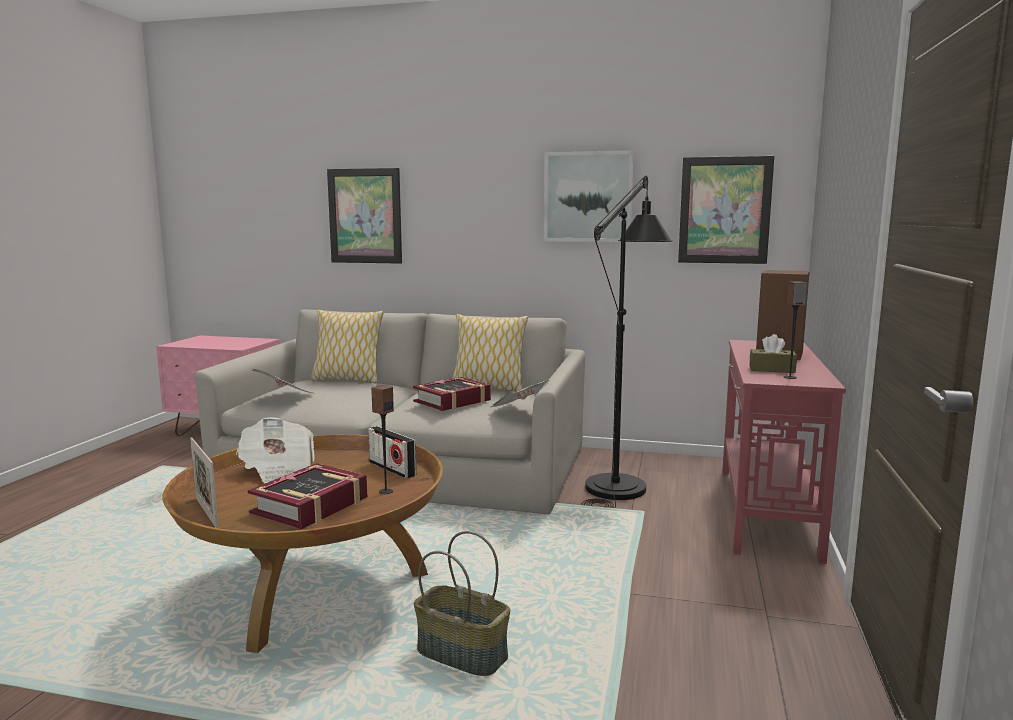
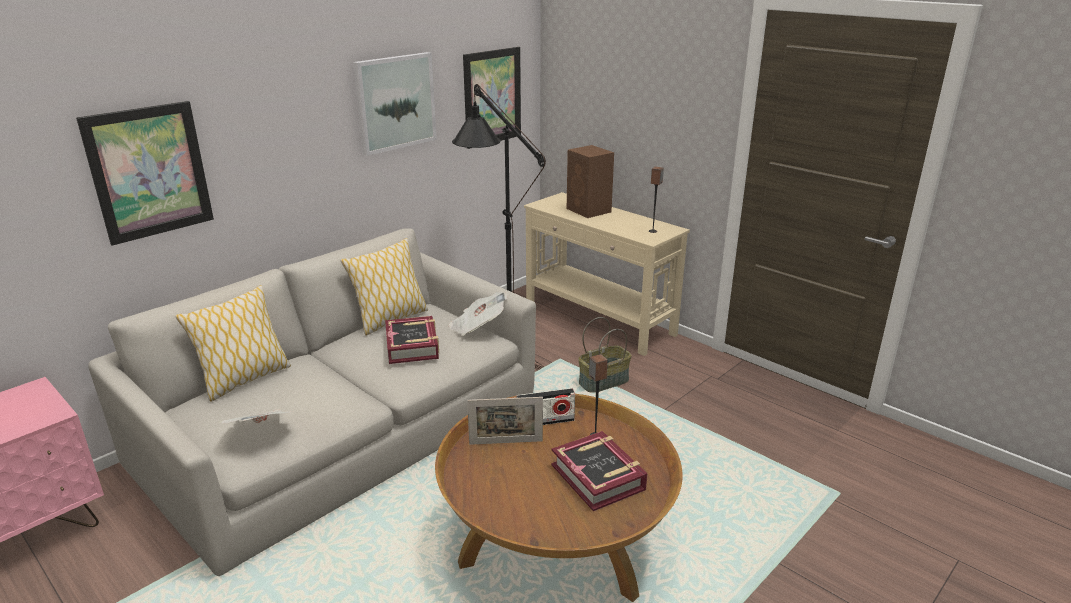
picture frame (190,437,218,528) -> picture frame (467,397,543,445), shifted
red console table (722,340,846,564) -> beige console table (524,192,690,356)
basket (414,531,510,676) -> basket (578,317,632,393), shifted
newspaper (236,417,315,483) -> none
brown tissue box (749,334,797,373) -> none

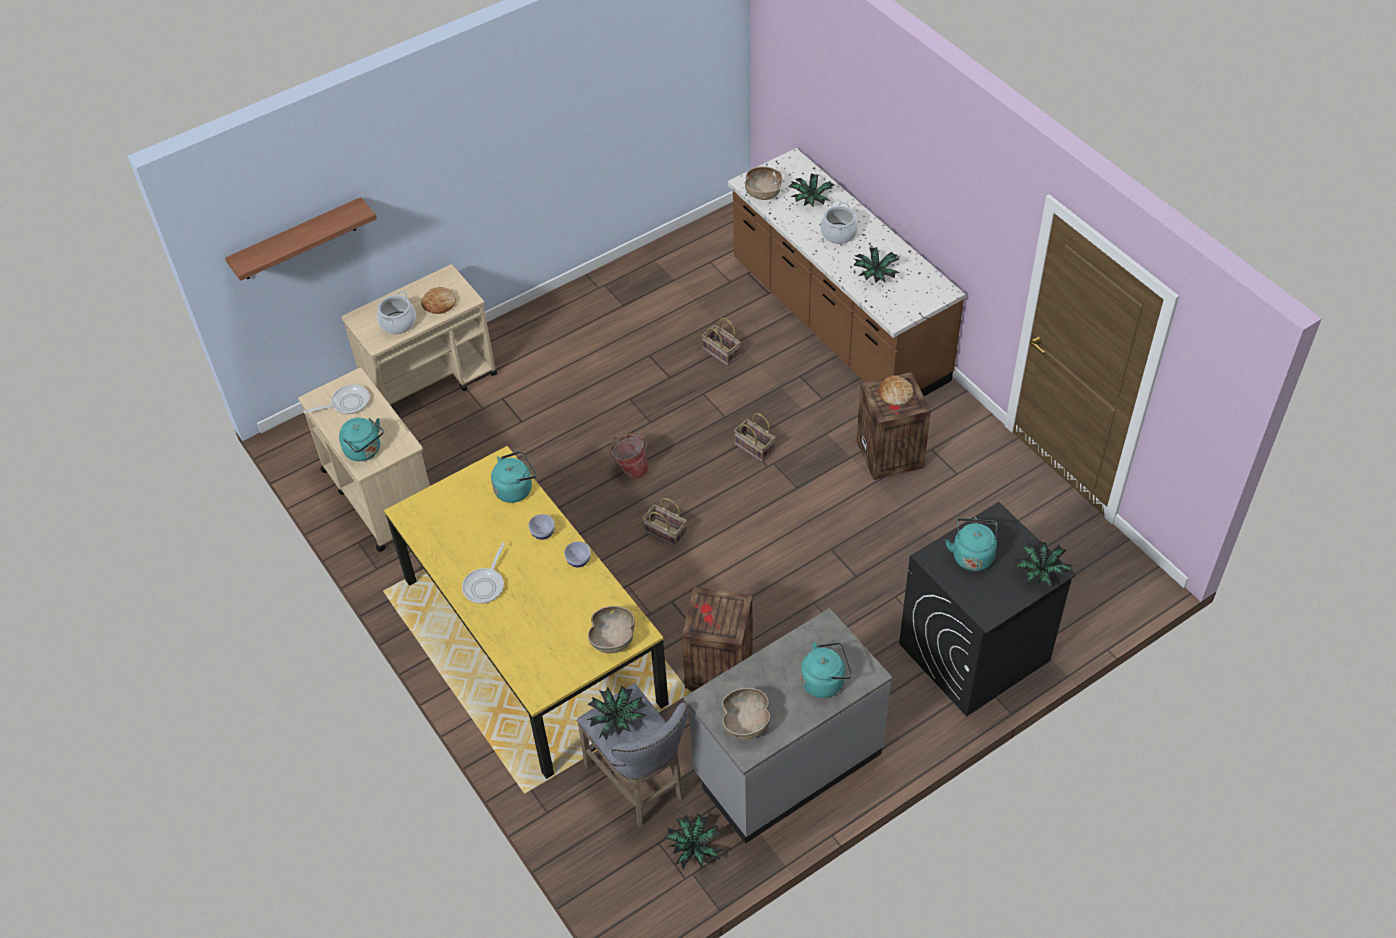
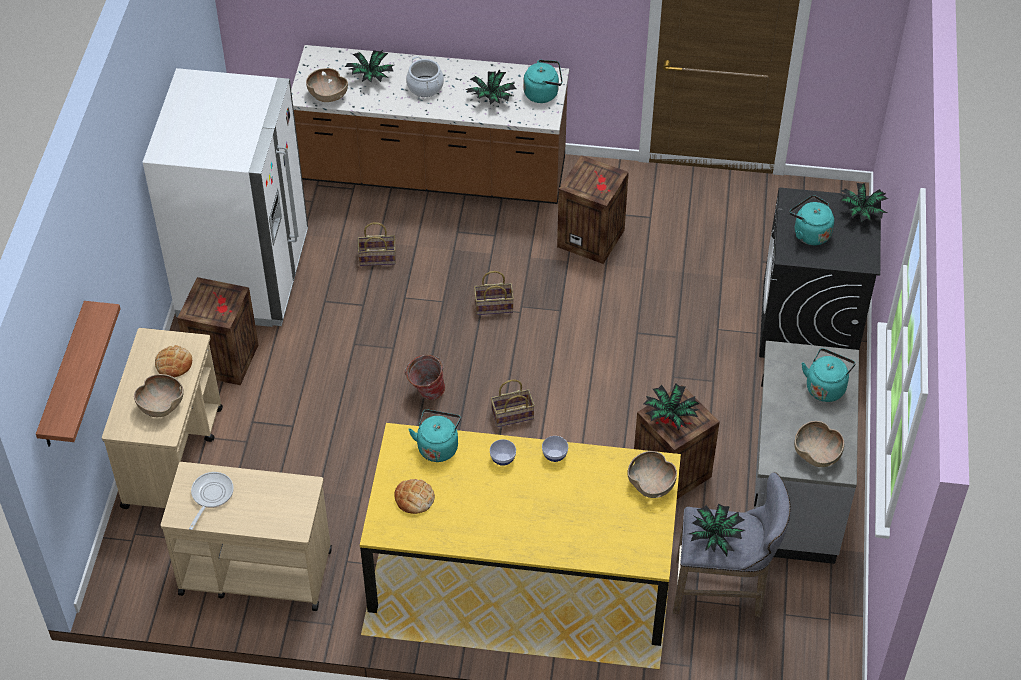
cooking pot (377,291,416,334) -> brown bowl (134,374,184,417)
none -> white fridge (143,68,308,327)
none -> crate (177,277,259,385)
bread (878,375,913,406) -> bread (394,479,435,514), shifted
turquoise kettle (339,418,384,461) -> turquoise kettle (523,60,563,103), shifted
potted plant (664,813,723,869) -> potted plant (644,383,699,431), shifted
frying pan (462,543,505,604) -> none

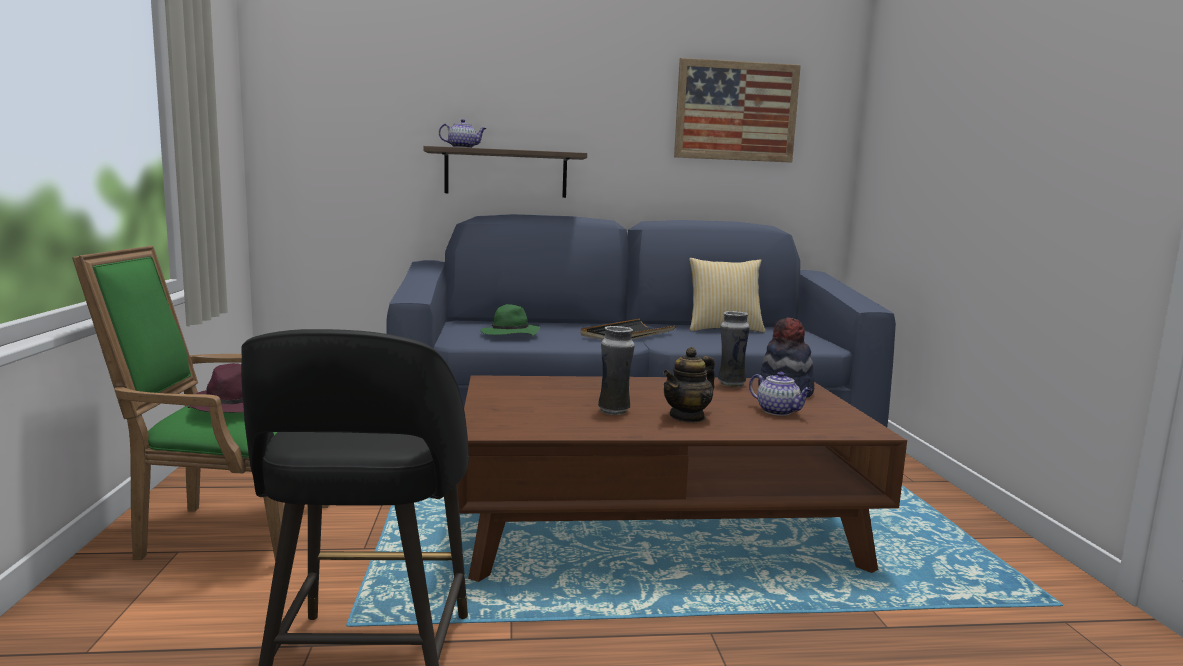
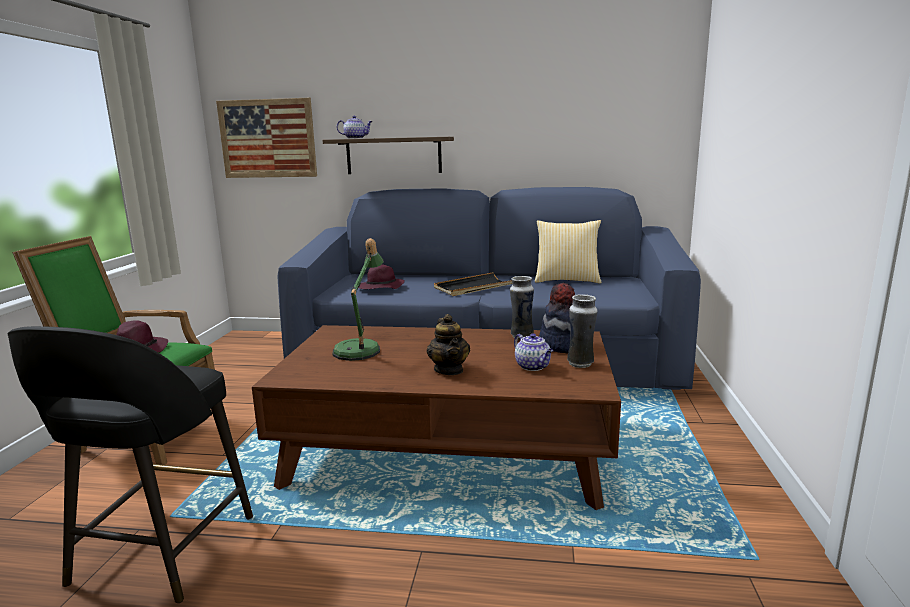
picture (674,58,801,163) -> picture (216,98,317,178), shifted
none -> table lamp (332,238,384,361)
green hat (481,304,540,335) -> purple hat (359,264,405,289)
teapot (663,347,715,423) -> teapot (427,314,470,375), 75 degrees counterclockwise
vase (598,326,635,415) -> vase (567,294,598,368), shifted

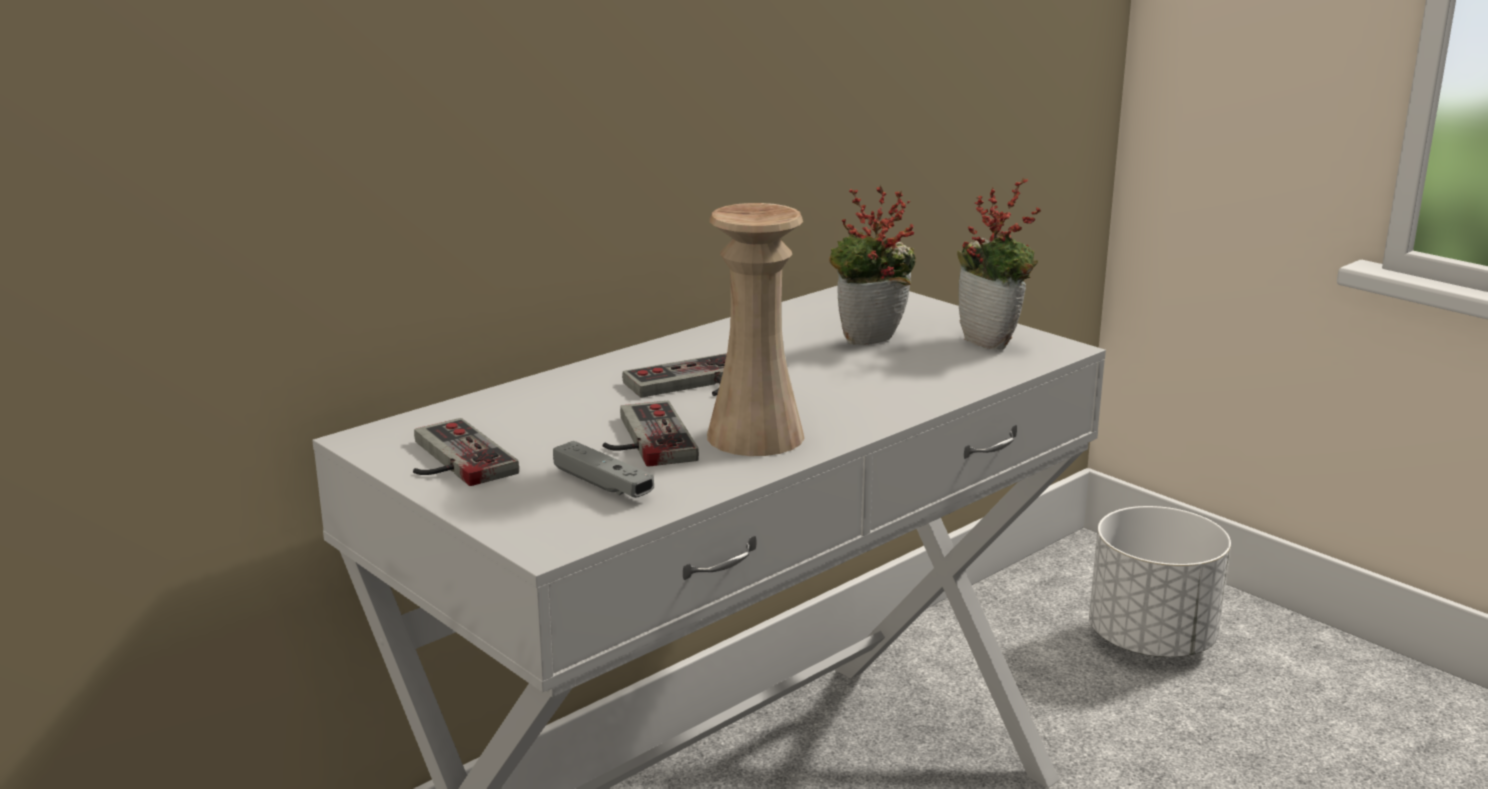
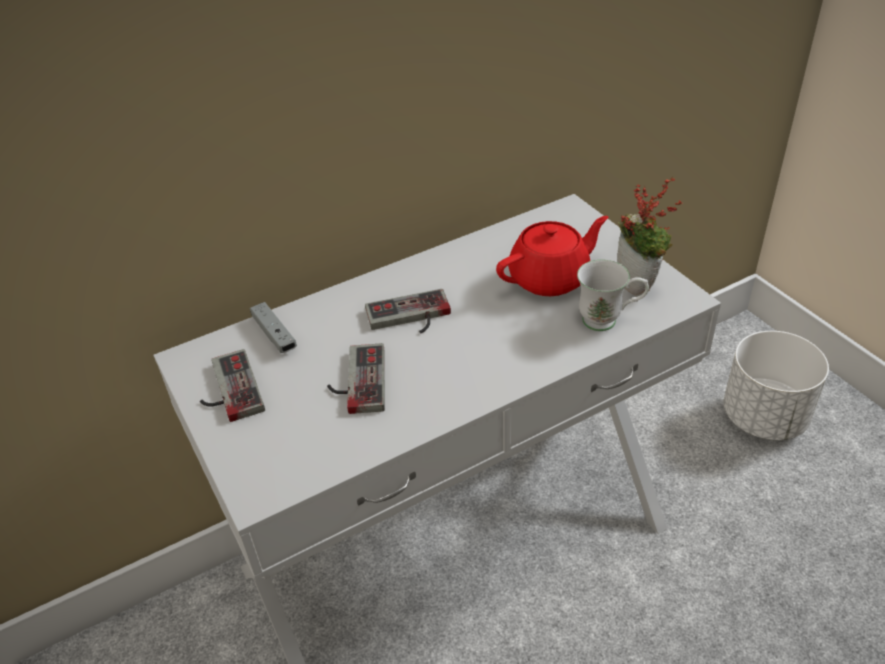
grey game controller (553,441,654,498) -> grey game controller (250,302,297,353), shifted
potted plant (829,185,916,345) -> red teapot (496,216,609,296)
none -> white mug (577,259,649,331)
beige vase (707,203,804,456) -> none

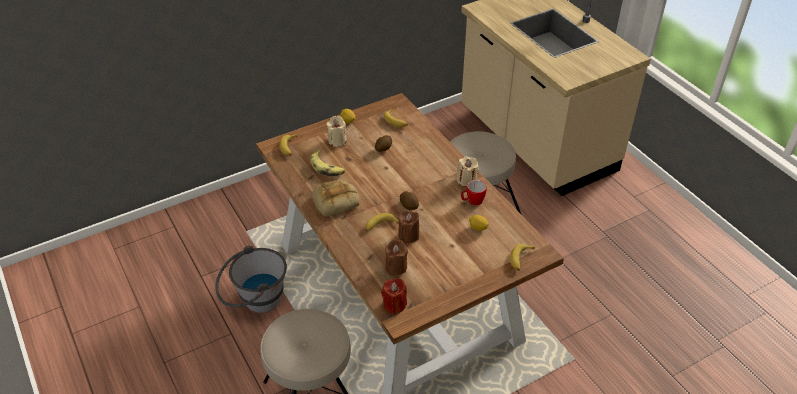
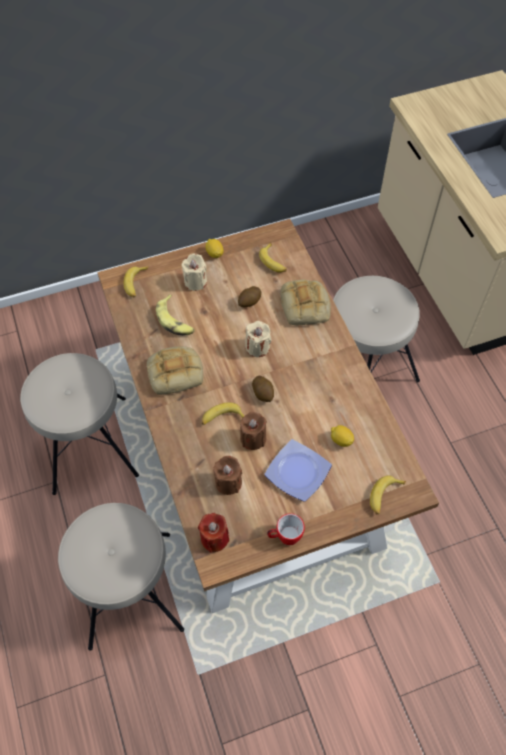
grey bucket (215,246,287,313) -> beige stool (20,353,139,495)
beige candle (456,156,479,187) -> beige candle (245,321,272,357), shifted
none -> plate (264,439,332,502)
mug (461,180,487,205) -> mug (267,513,305,545), shifted
none -> bread (281,279,331,325)

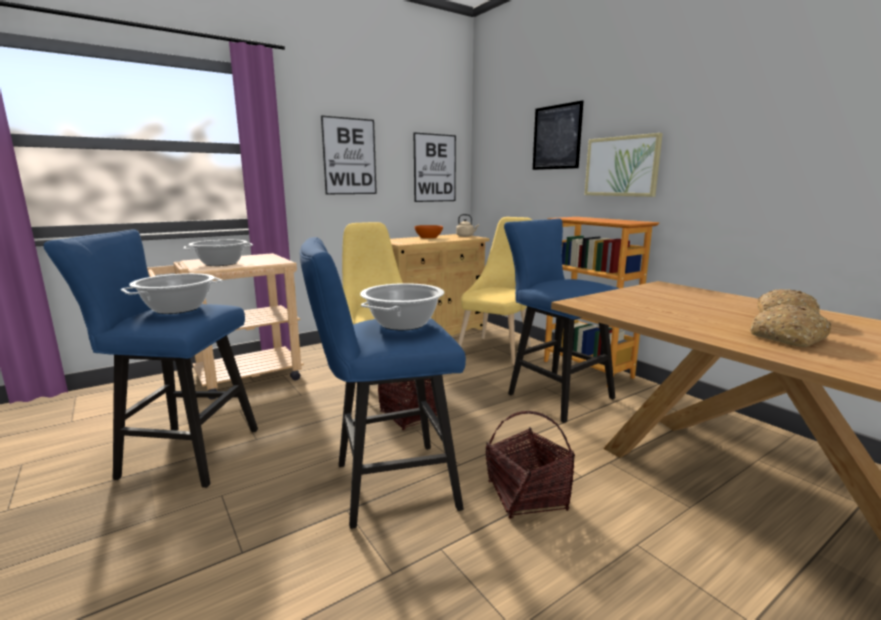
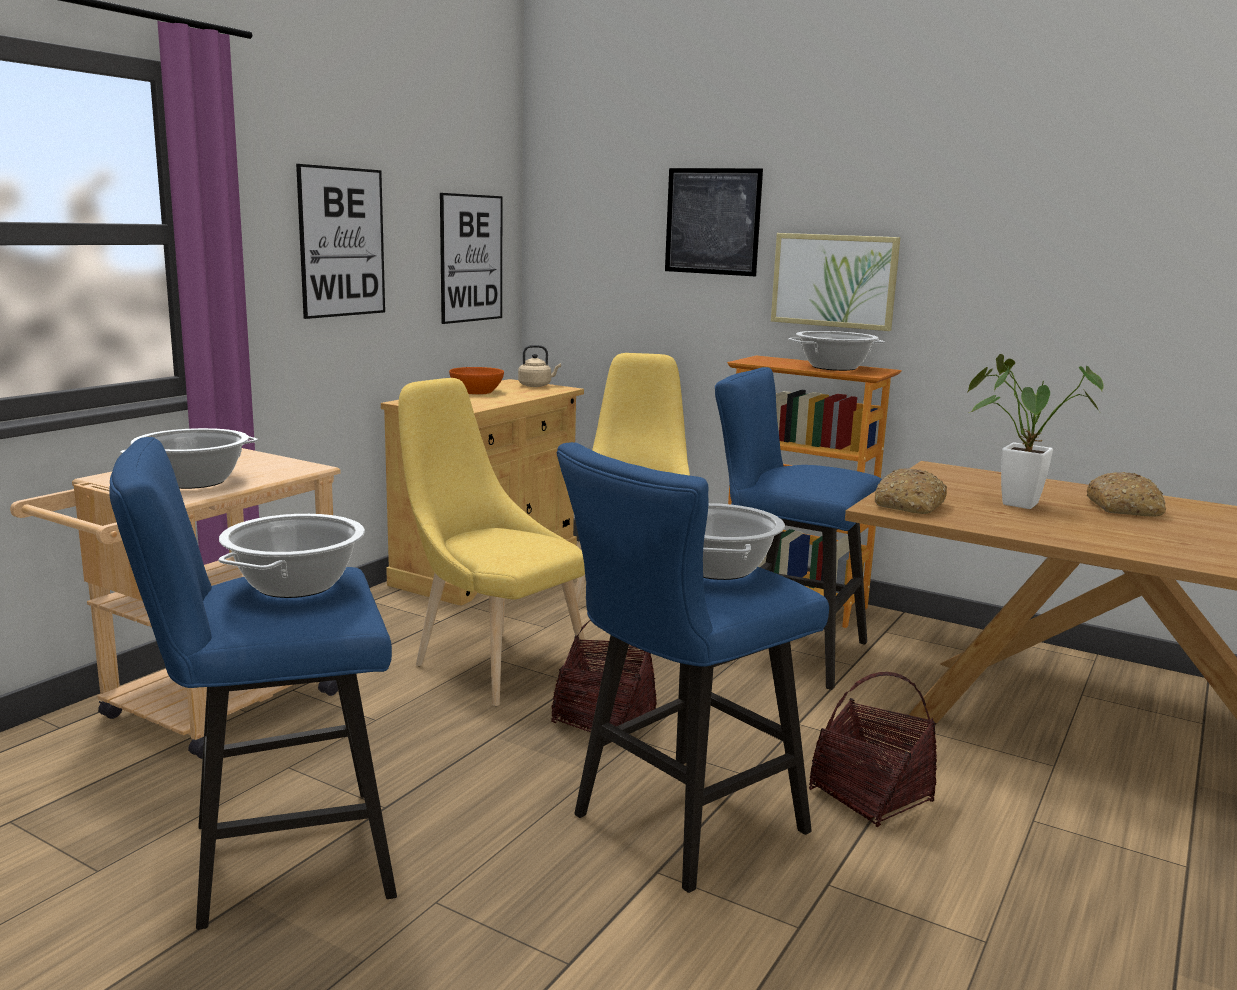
none -> cooking pot (788,331,885,371)
bread (750,304,831,347) -> bread (875,469,947,514), shifted
none -> potted plant (967,354,1104,509)

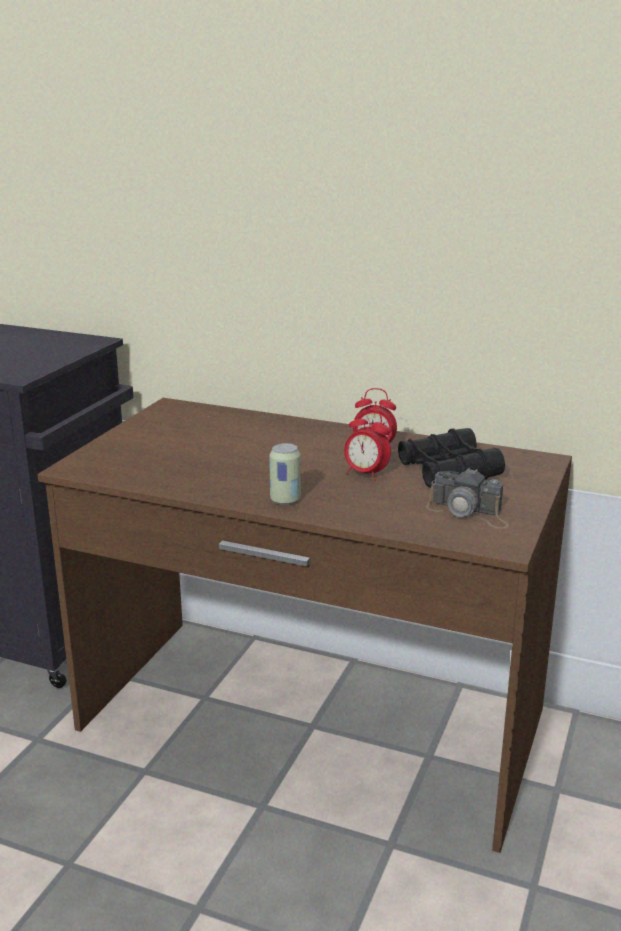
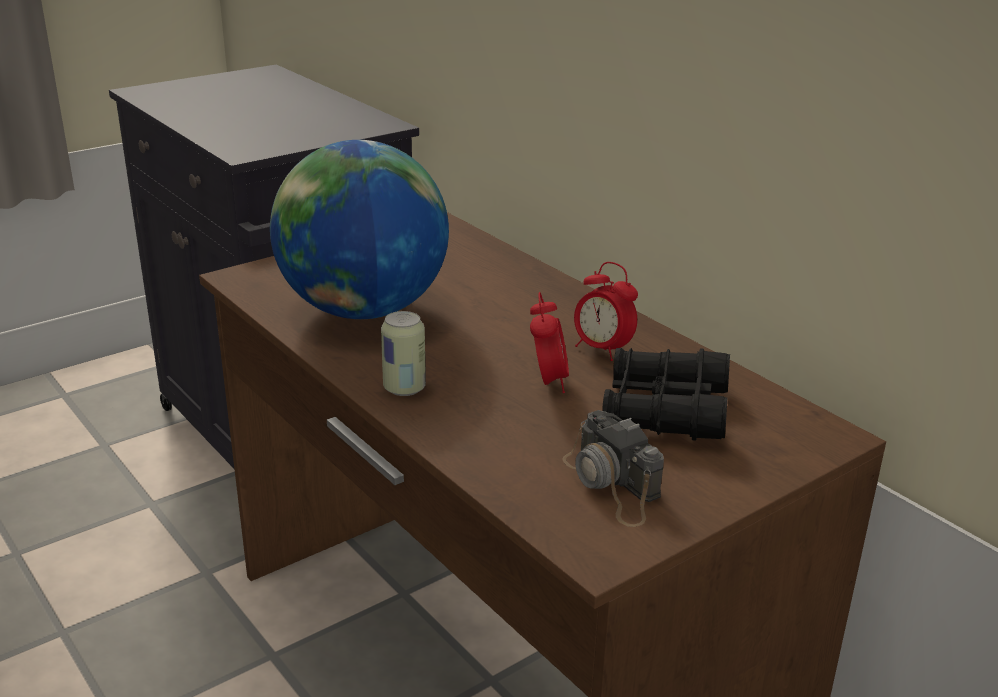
none -> globe (270,140,449,319)
alarm clock (344,409,391,481) -> alarm clock (530,292,569,393), 150 degrees counterclockwise

